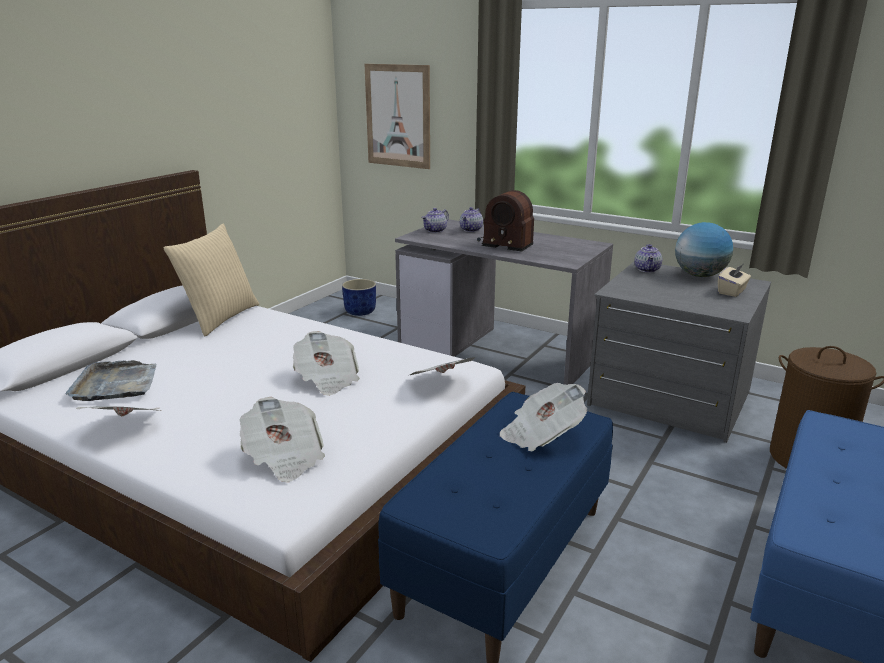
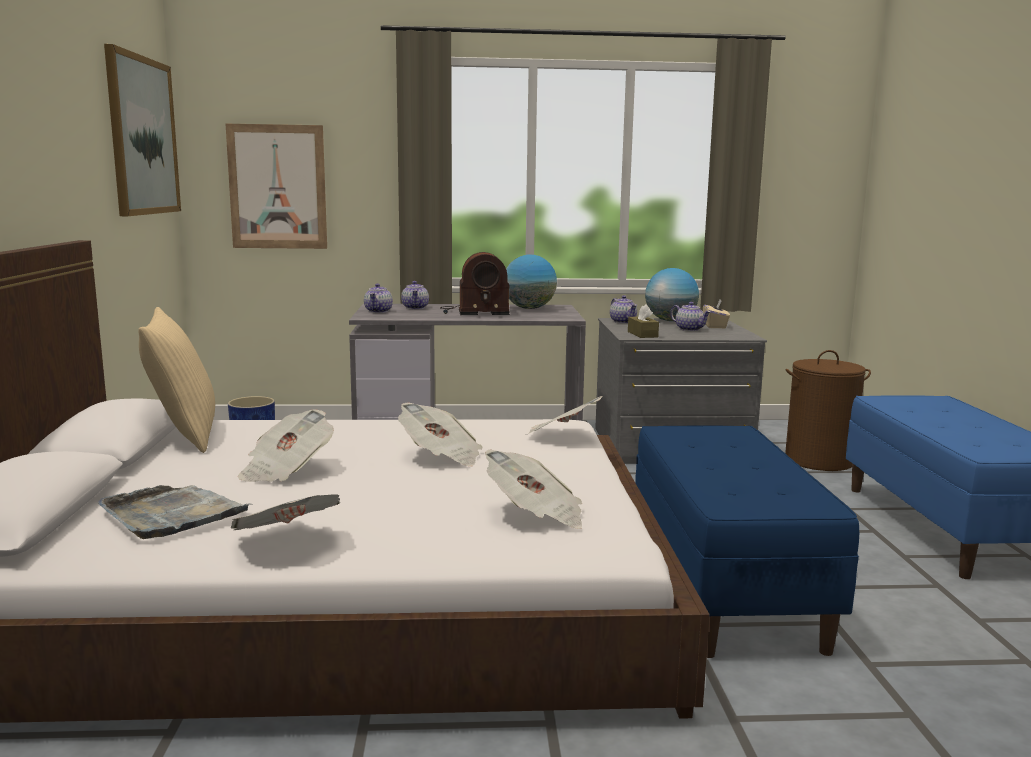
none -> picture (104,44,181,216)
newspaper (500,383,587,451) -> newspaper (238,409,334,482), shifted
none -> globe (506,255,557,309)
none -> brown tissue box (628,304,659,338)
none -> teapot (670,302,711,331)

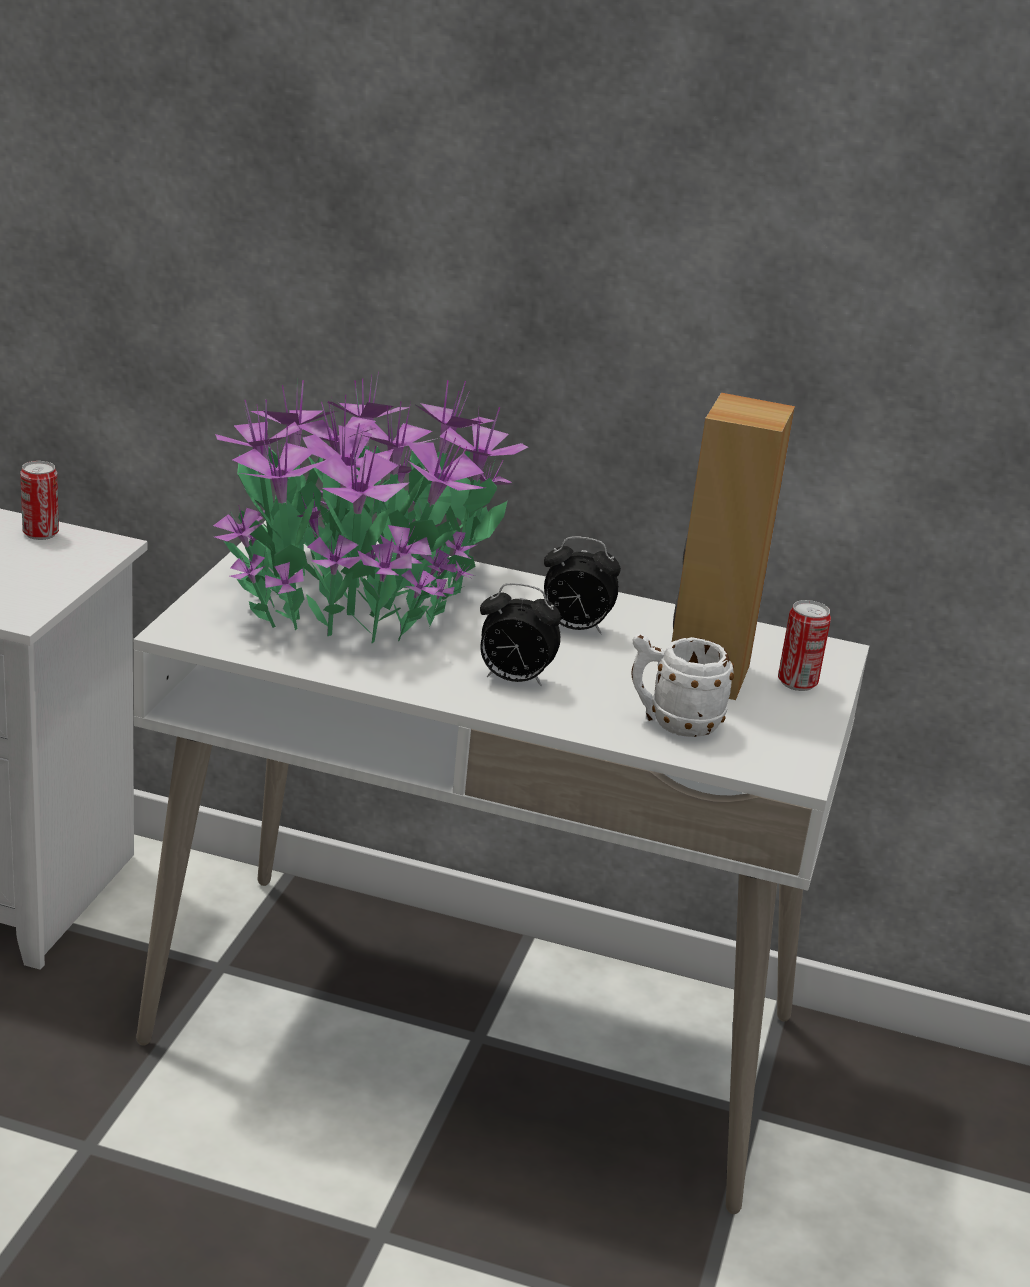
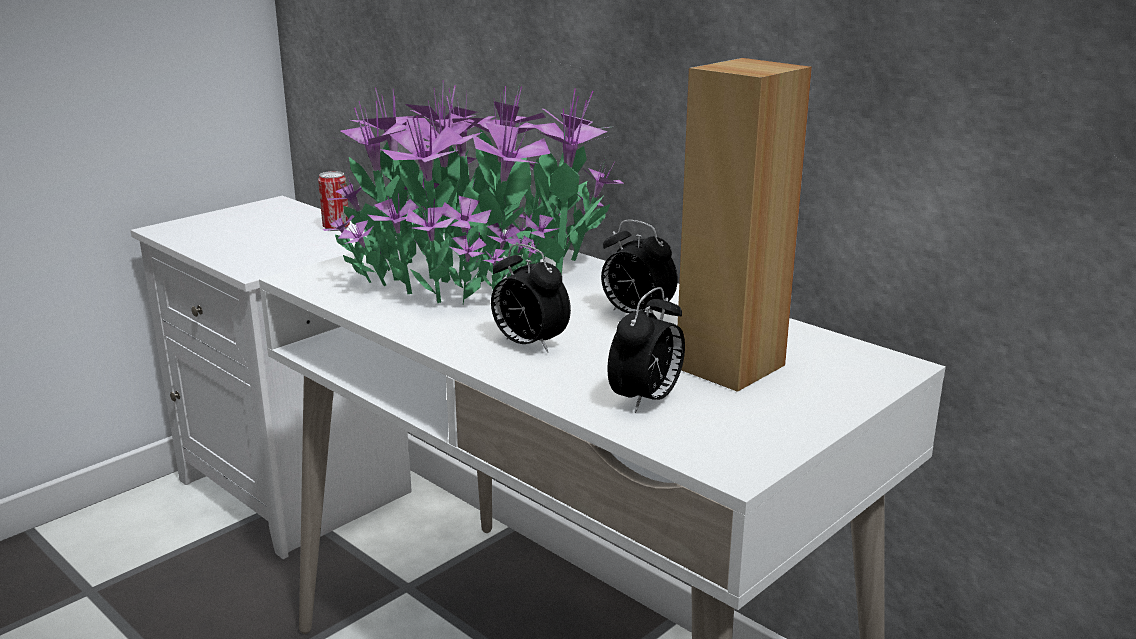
white mug (631,634,734,737) -> alarm clock (607,287,685,413)
can (778,600,831,691) -> none

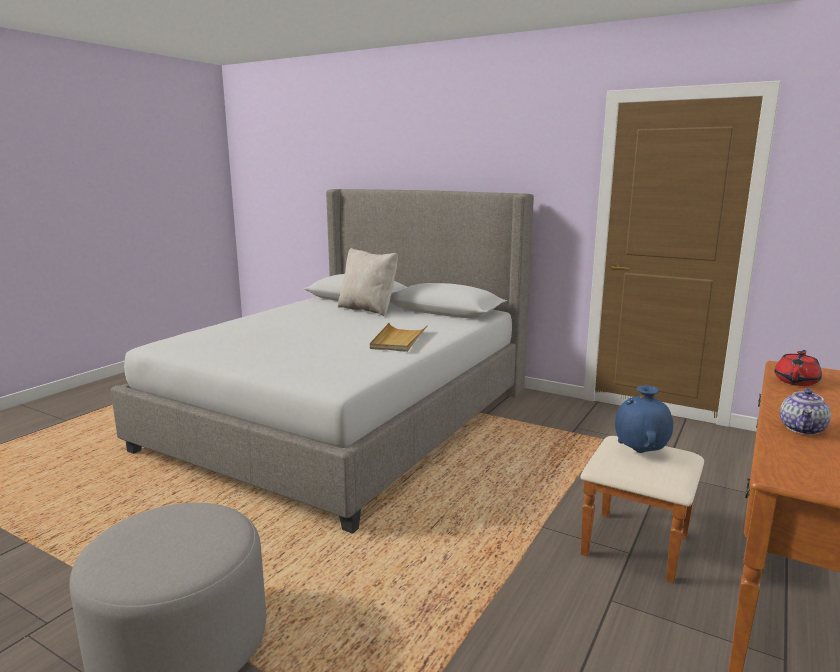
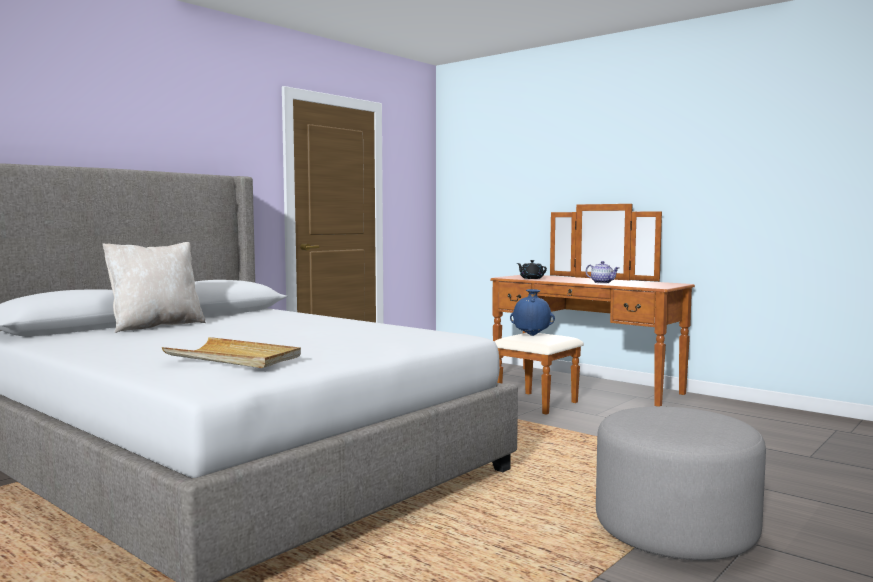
beige tray (370,323,428,352) -> beige tray (162,337,301,368), shifted
red teapot (775,350,822,386) -> black teapot (517,260,547,279)

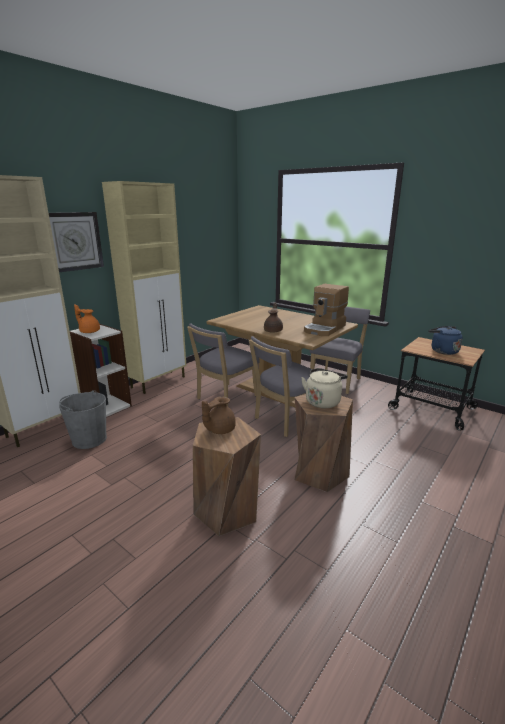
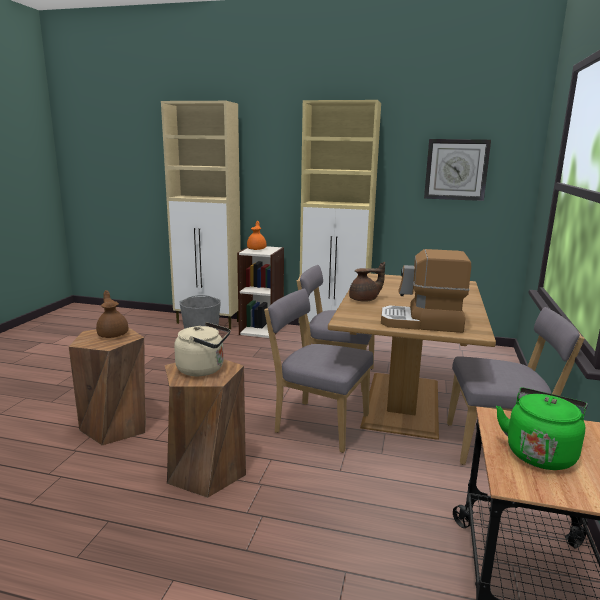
brown teapot (202,396,236,434) -> brown teapot (96,290,129,338), 45 degrees clockwise
wall clock (49,212,104,272) -> wall clock (424,139,491,201), shifted
blue kettle (428,326,463,355) -> green kettle (496,387,588,470)

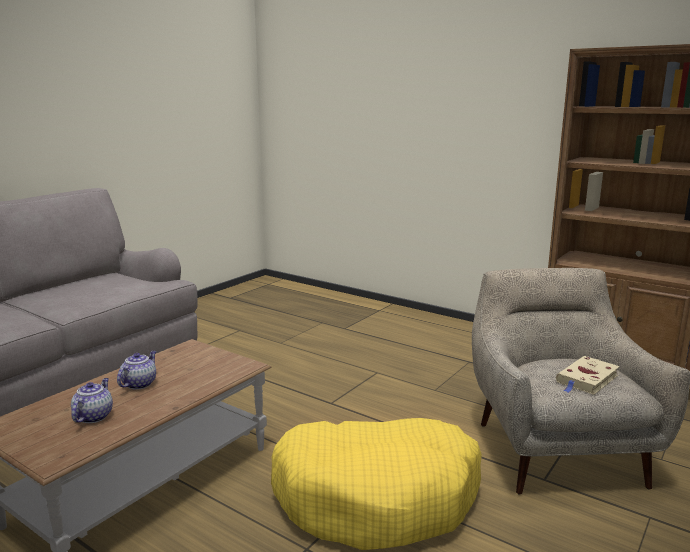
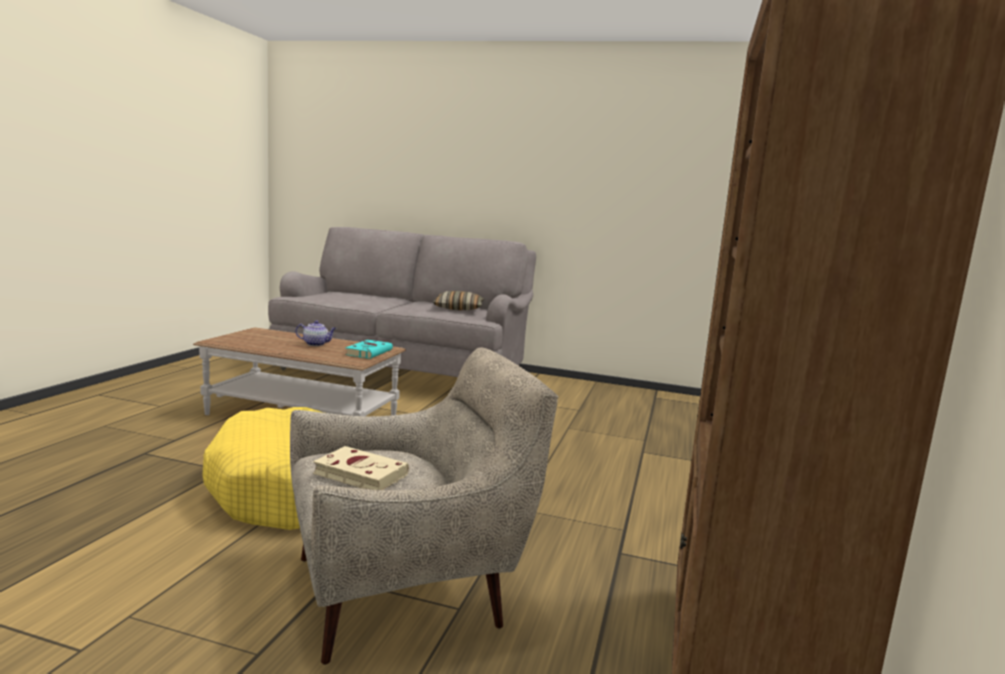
none -> turquoise book (345,340,393,359)
none -> pillow (433,291,484,311)
teapot (71,378,113,423) -> none

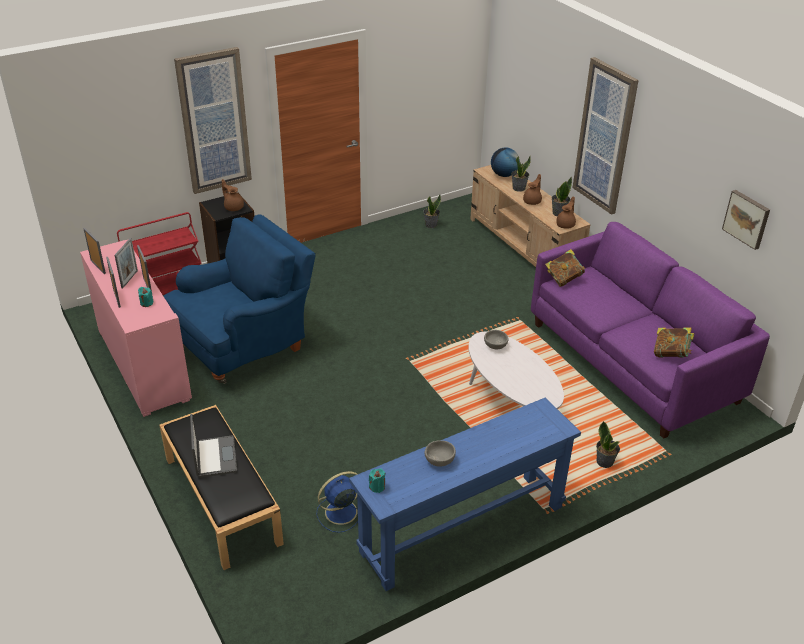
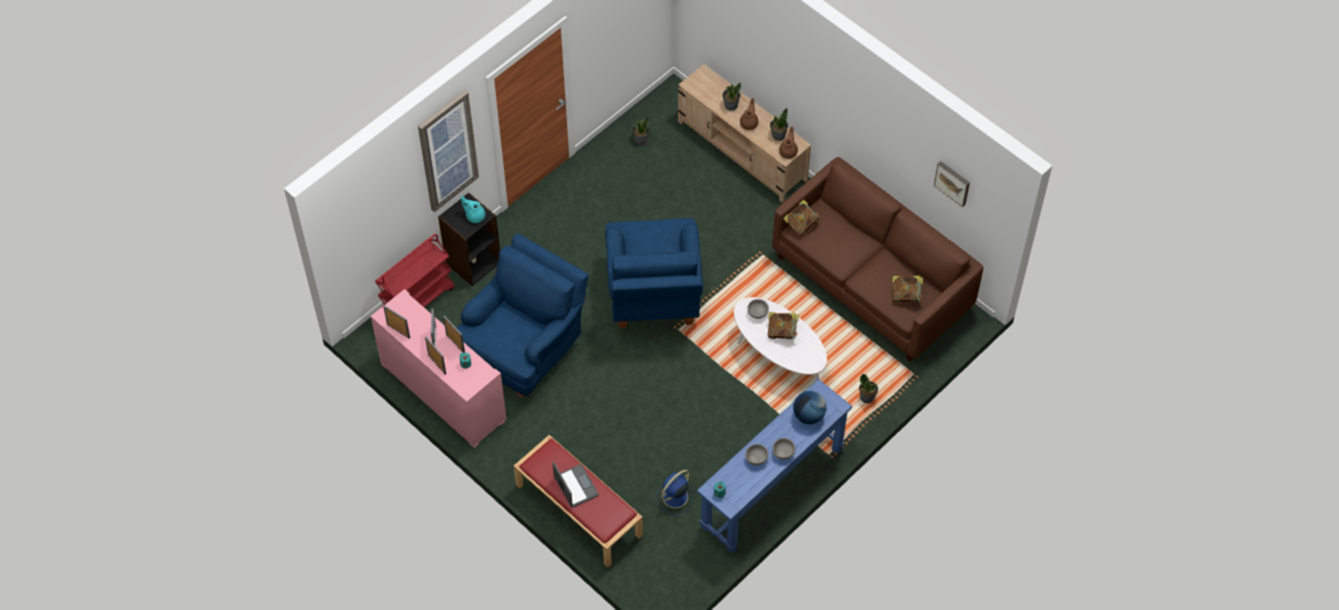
brown teapot (222,179,244,211) -> turquoise teapot (461,196,485,223)
black bench (159,405,284,570) -> red bench (514,435,643,568)
none -> blue armchair (605,218,703,329)
none -> book (768,312,799,339)
purple sofa (531,222,770,439) -> brown sofa (772,157,983,361)
none -> grey bowl (773,438,795,460)
globe (491,148,520,177) -> globe (793,391,826,424), shifted
picture (573,57,639,215) -> none

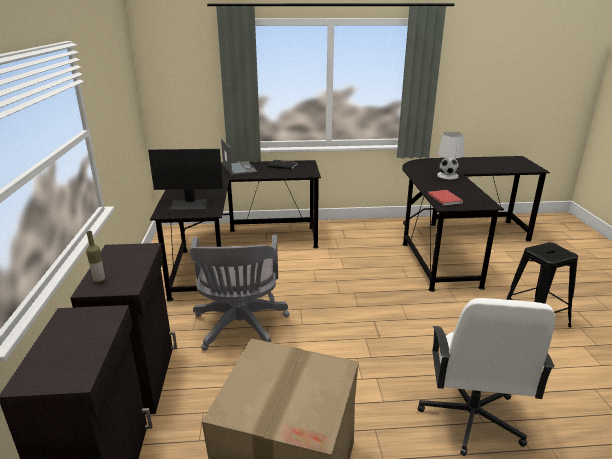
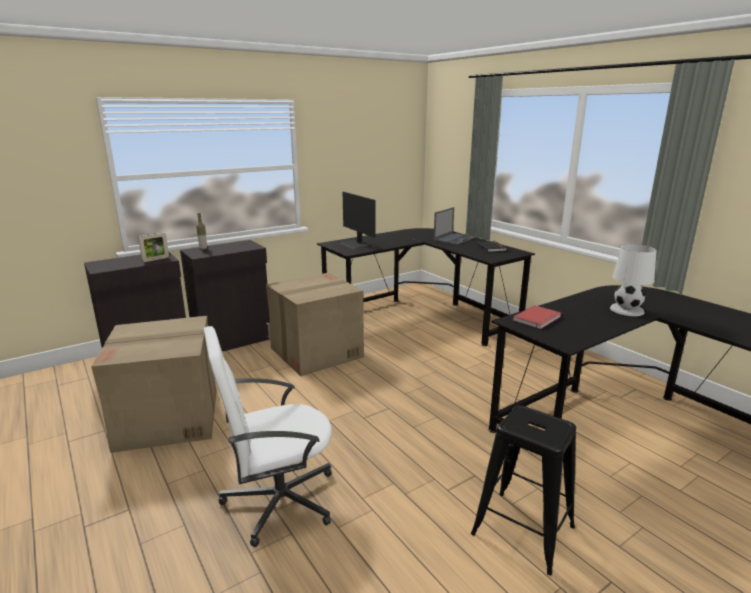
none -> picture frame (138,232,169,262)
grey office chair (189,235,289,351) -> cardboard box (266,273,364,376)

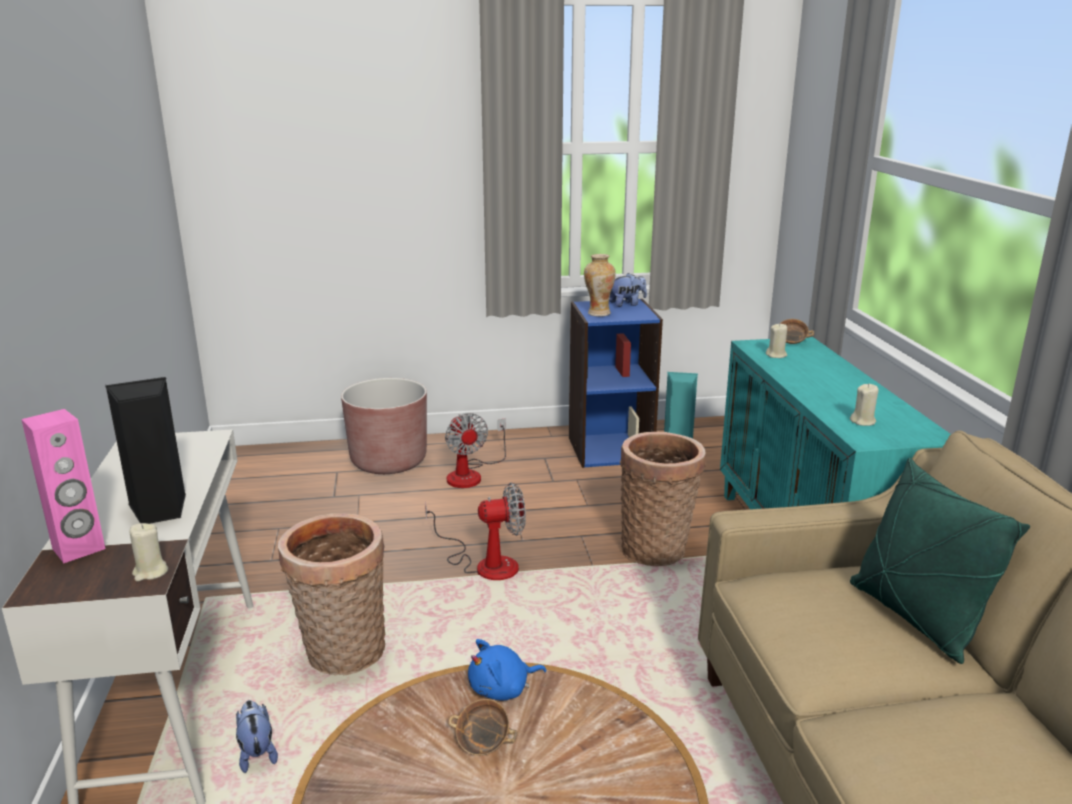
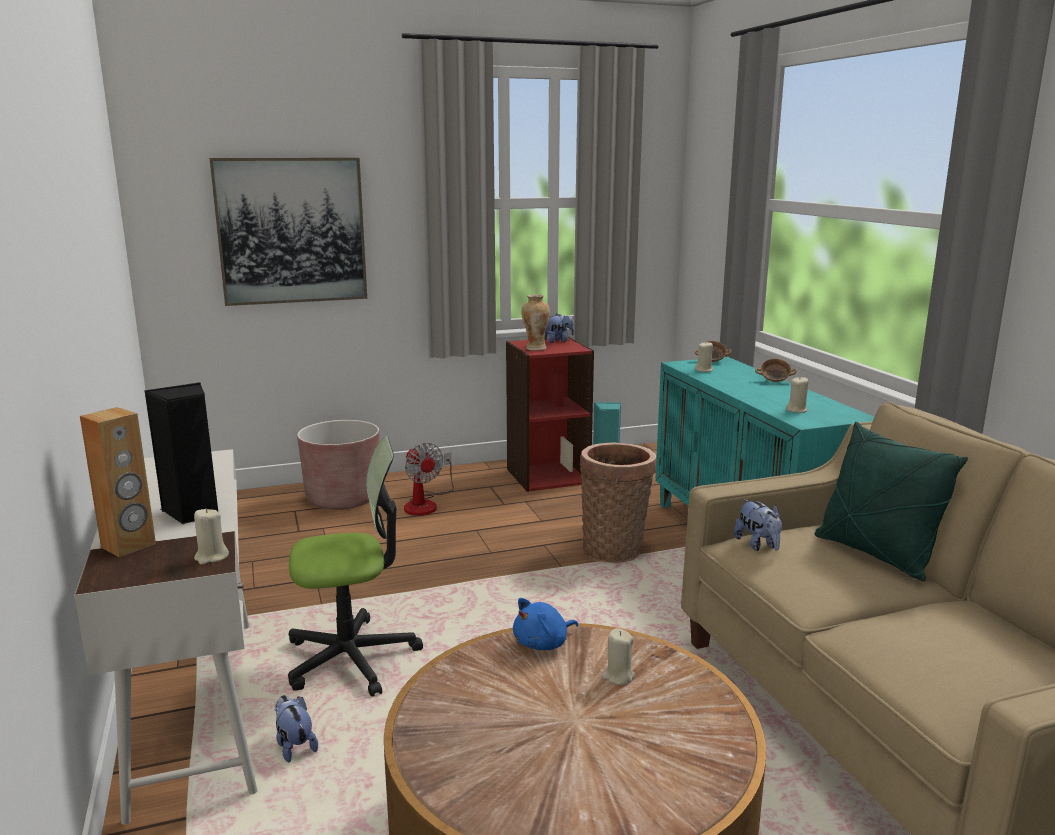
pink speaker (21,409,106,563) -> brown speaker (80,407,156,557)
none -> picture (210,158,367,306)
basket (278,513,385,676) -> office chair (288,436,423,697)
blue bookcase (569,299,663,468) -> red bookcase (506,337,594,492)
none -> beige candle (602,628,635,685)
none -> plush toy (734,499,782,551)
bowl (448,699,518,756) -> bowl (755,359,797,382), shifted
fan (425,483,526,580) -> none

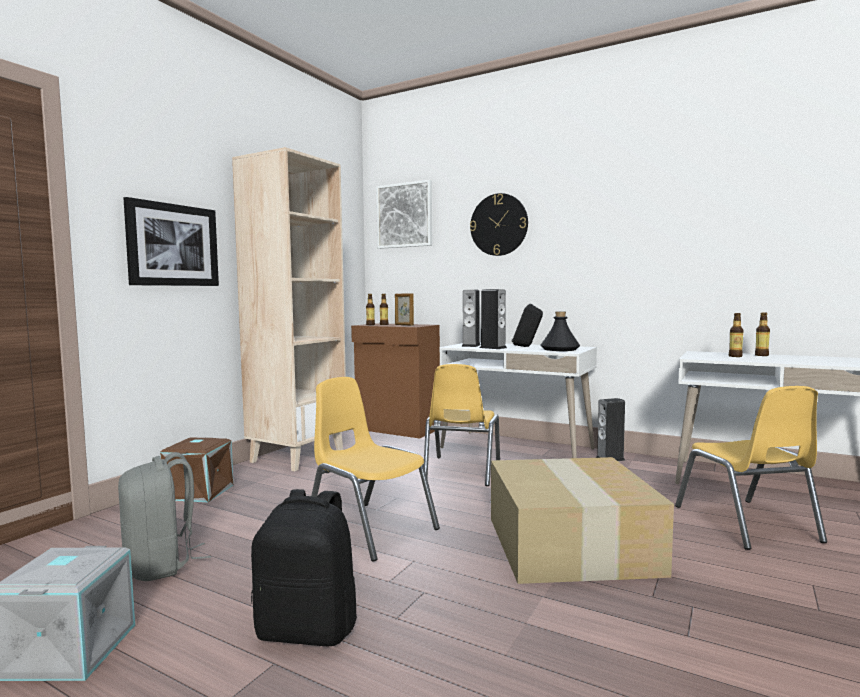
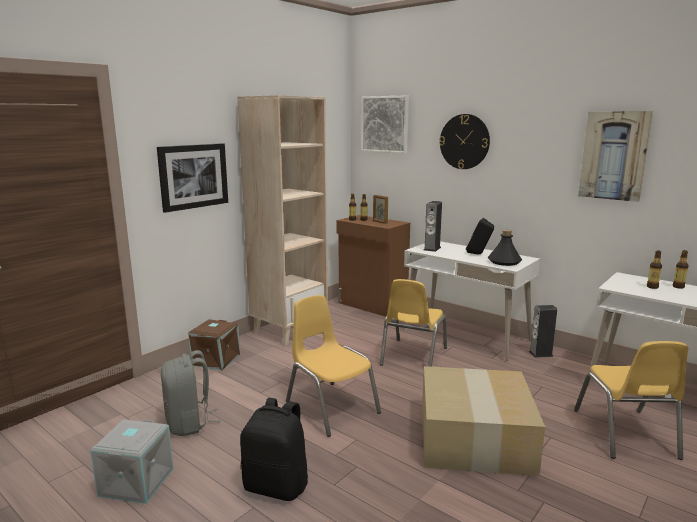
none -> picture (578,111,653,202)
speaker (480,289,507,349) -> none

